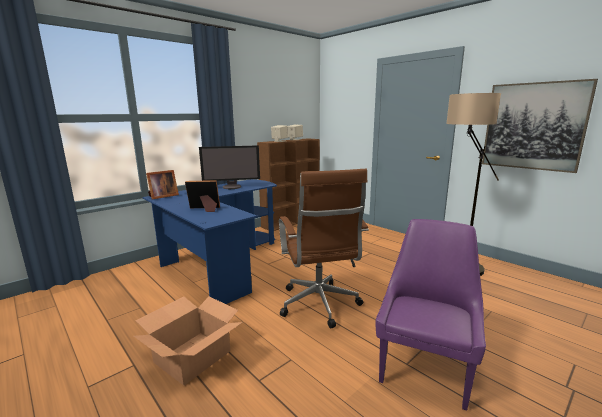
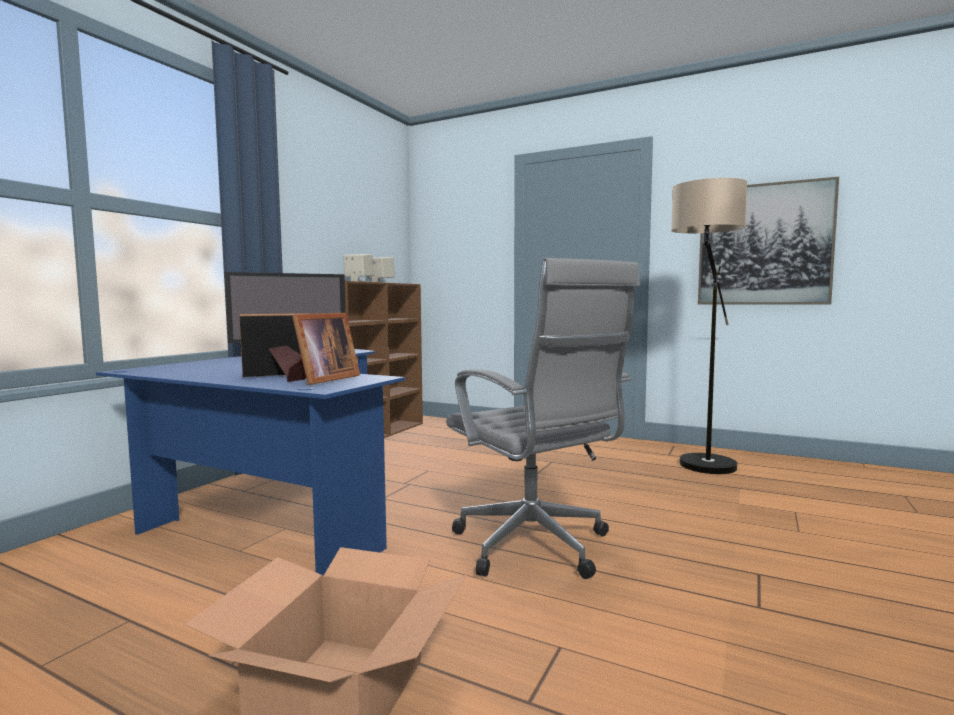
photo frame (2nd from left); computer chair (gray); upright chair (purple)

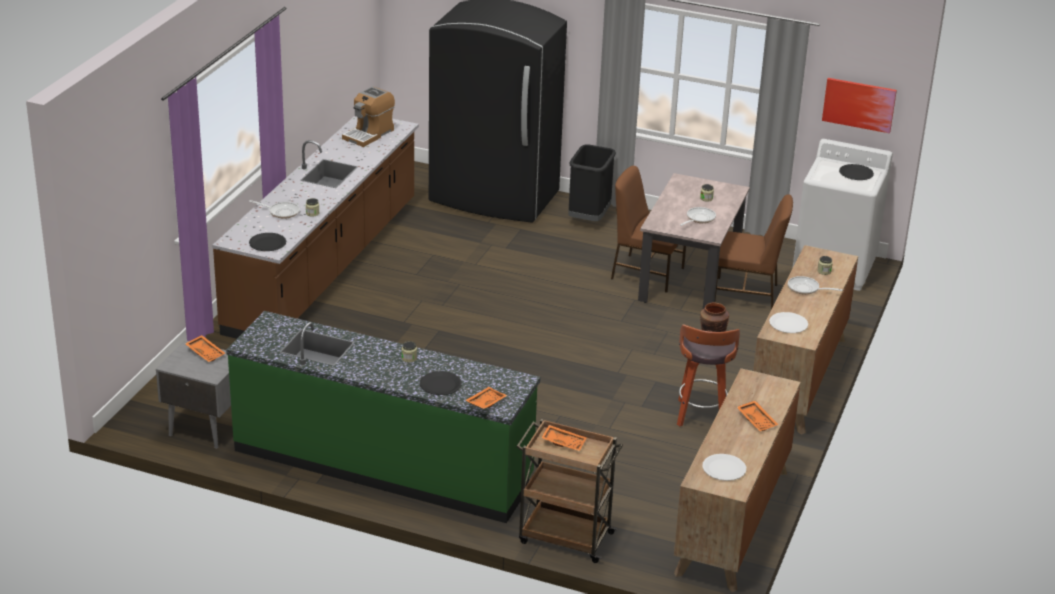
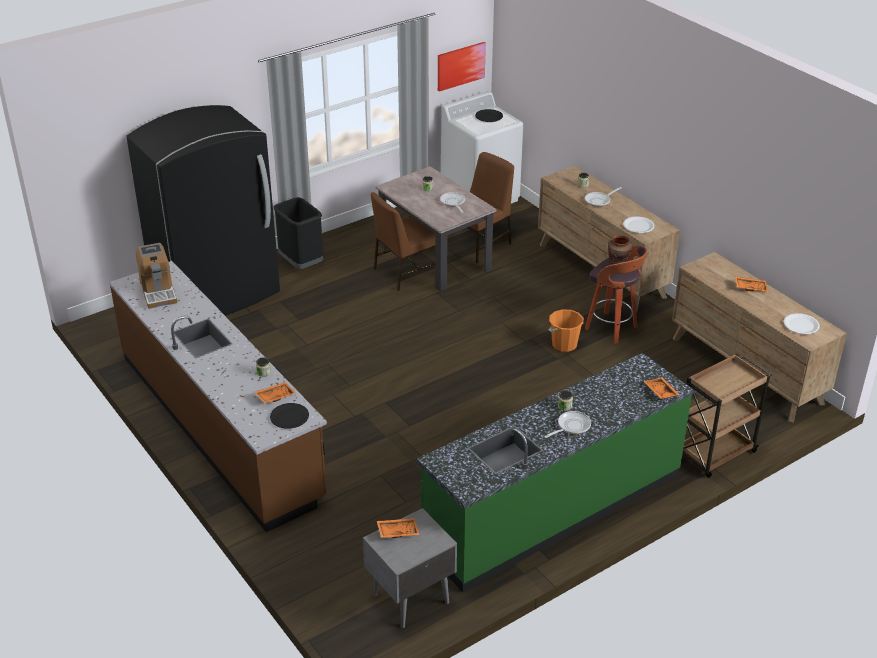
frying pan (2nd from left); flat dish (blackish) (2nd from left in the first image); serving tray (orange-coloured) (1st from left); water bucket (orange-coloured)

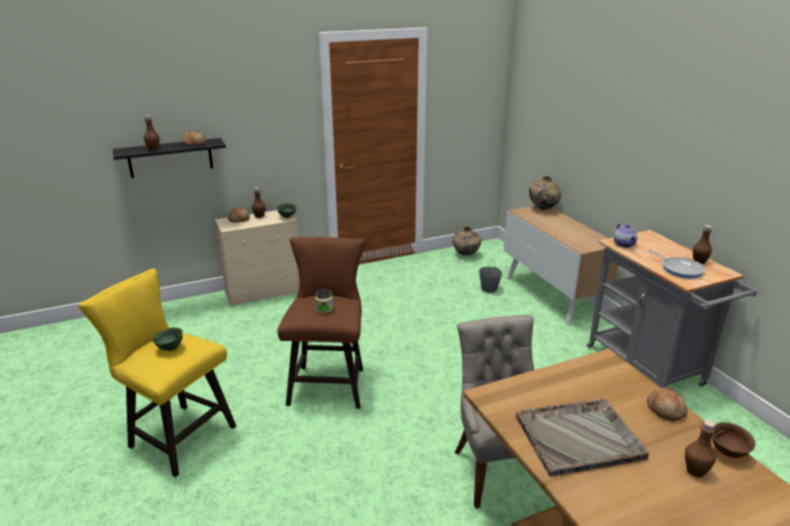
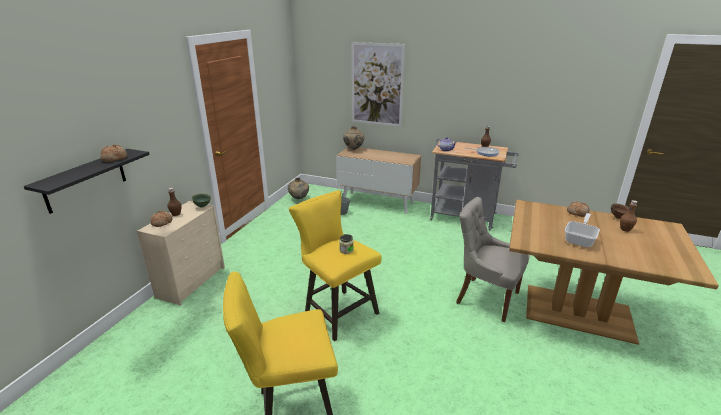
drink bottle (brown) (1st from left in the first image); serving bowl (greenish) (1st from left in the first image); stool seat (yellowish) (2nd from left); frying pan (2nd from left); picture

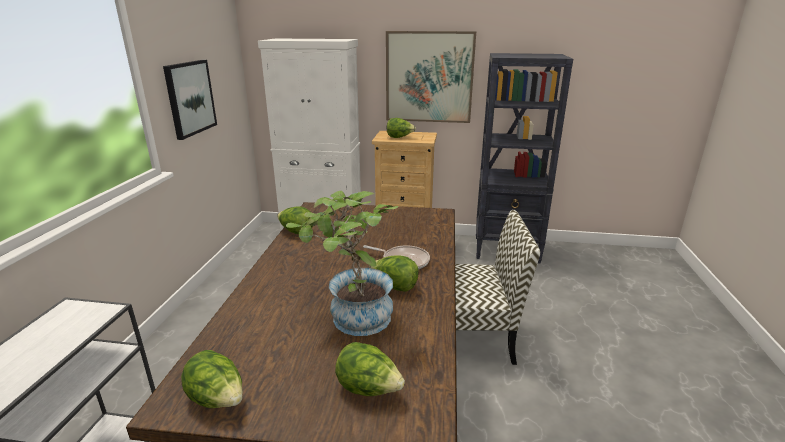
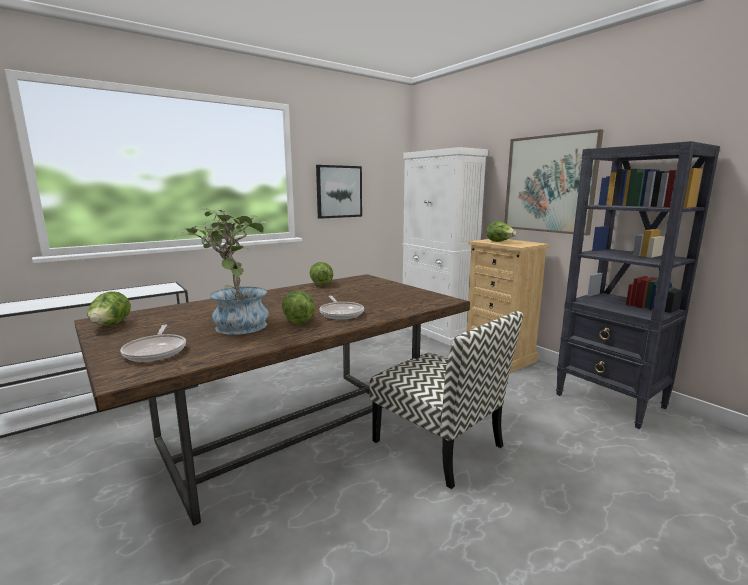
frying pan (1st from left)

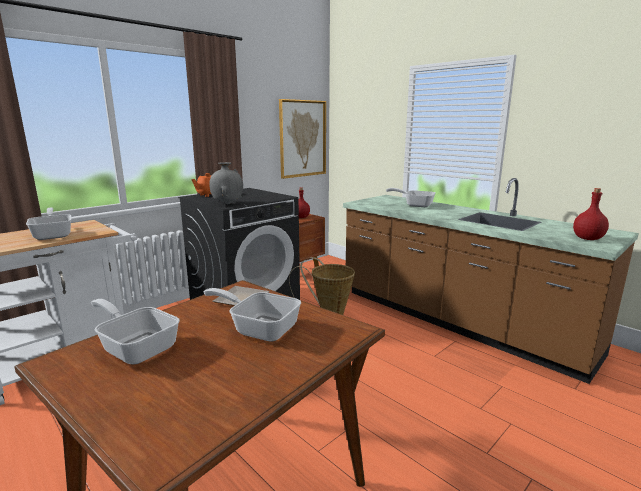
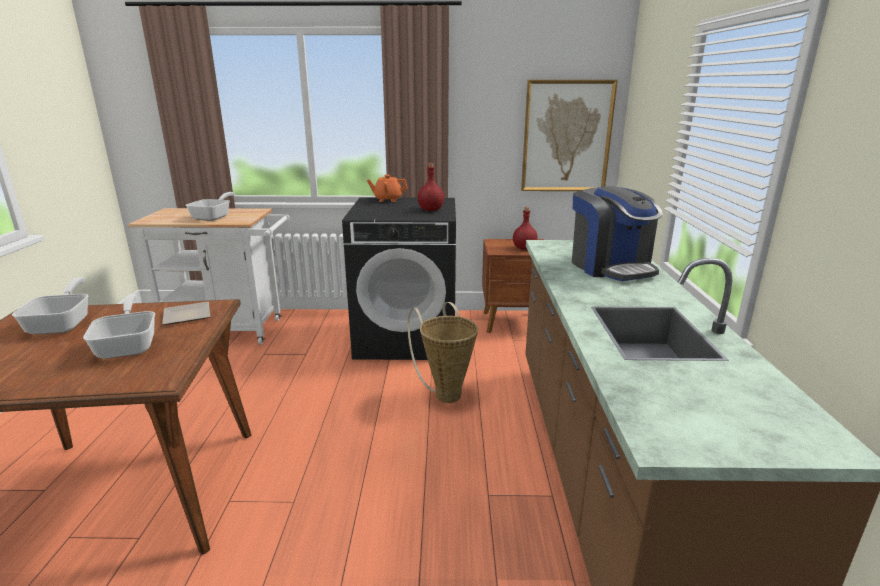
decorative vase (gray); coffee brewer; drink bottle (red) (1st from left)

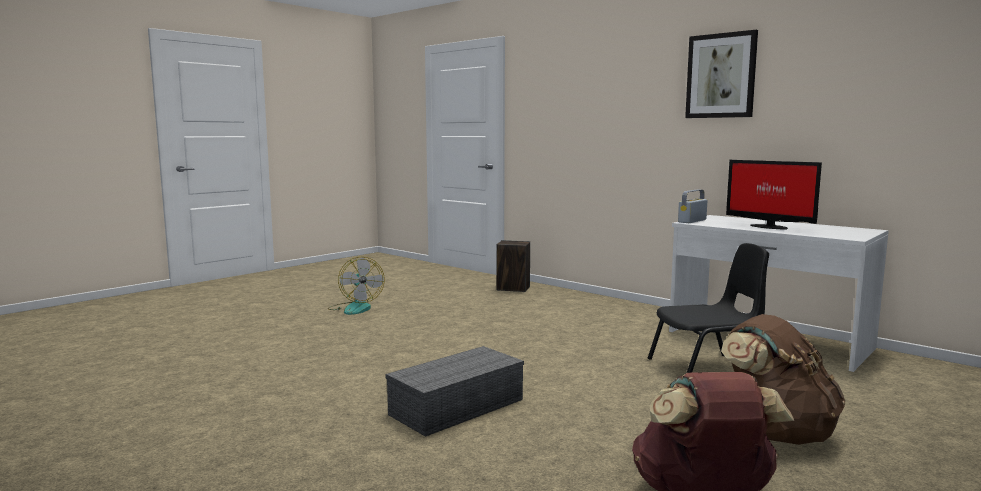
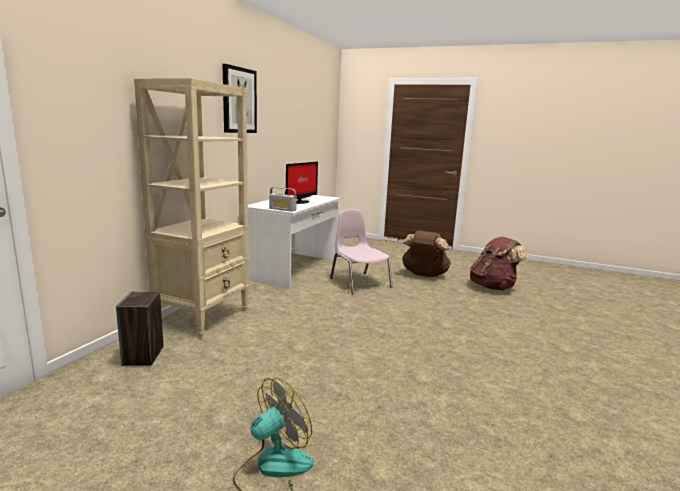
storage container (gray); upright chair (pink-coloured); bookshelf (sand-coloured)

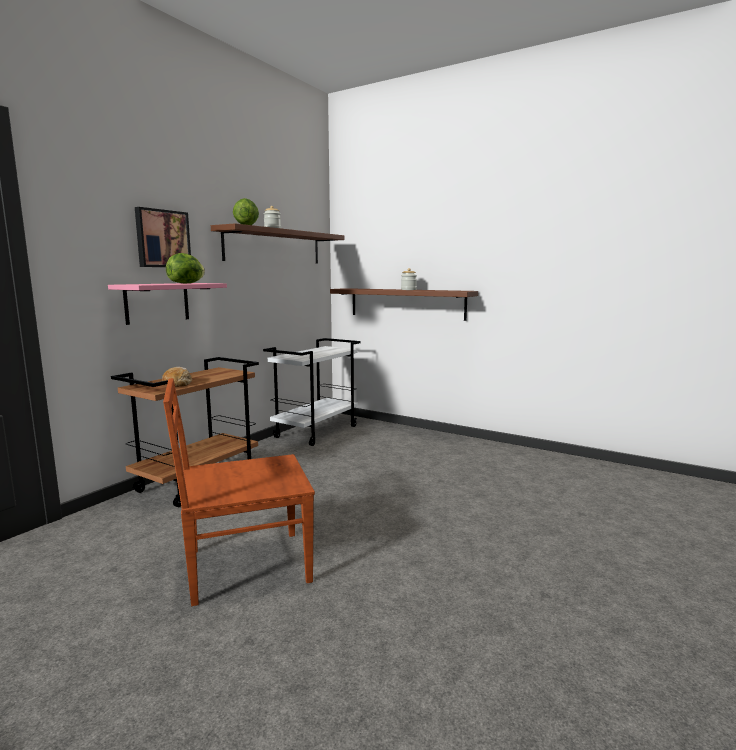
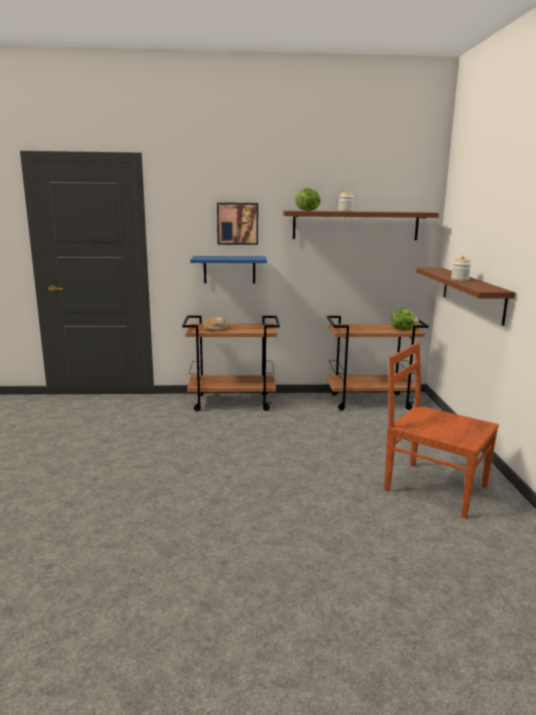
bracket shelf (bluish); upright chair (brown); lettuce (2nd from left); wheeled cart (brown) (2nd from left)

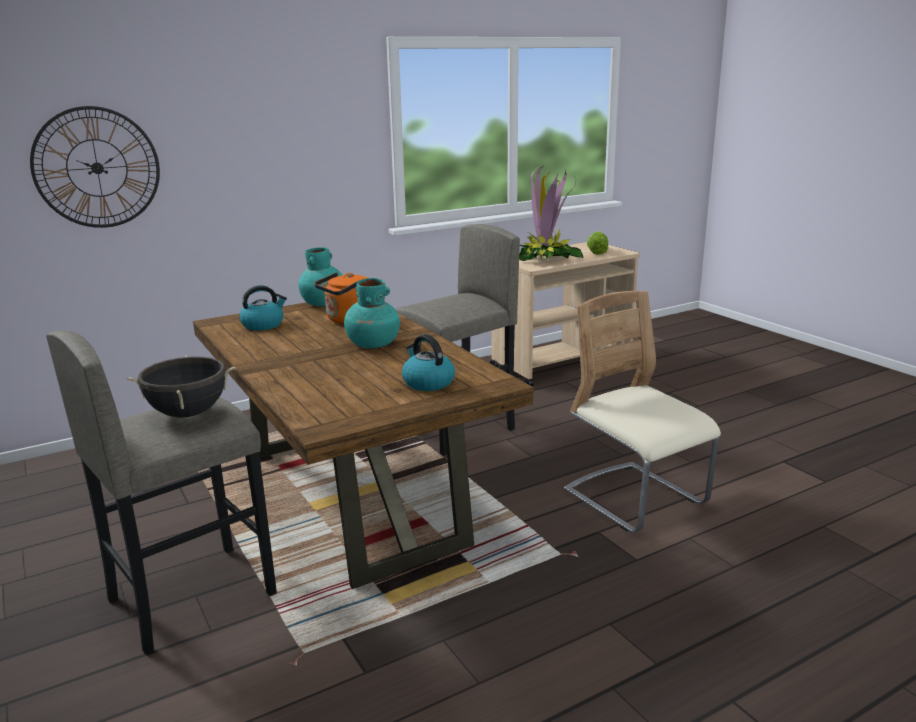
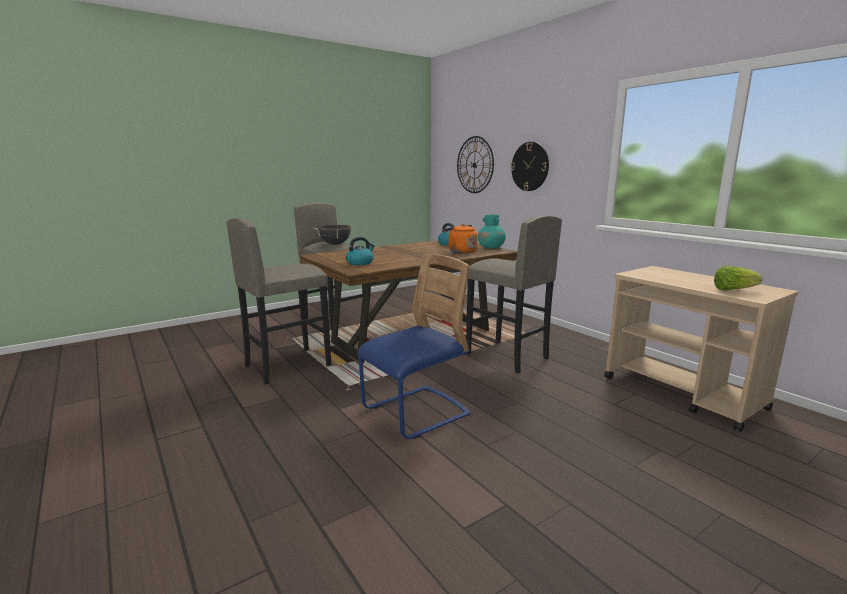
decorative vase (turquoise) (2nd from left in the first image); plant in a pot; upright chair (bluish); stool seat (gray) (1st from left); wall clock (2nd from left)

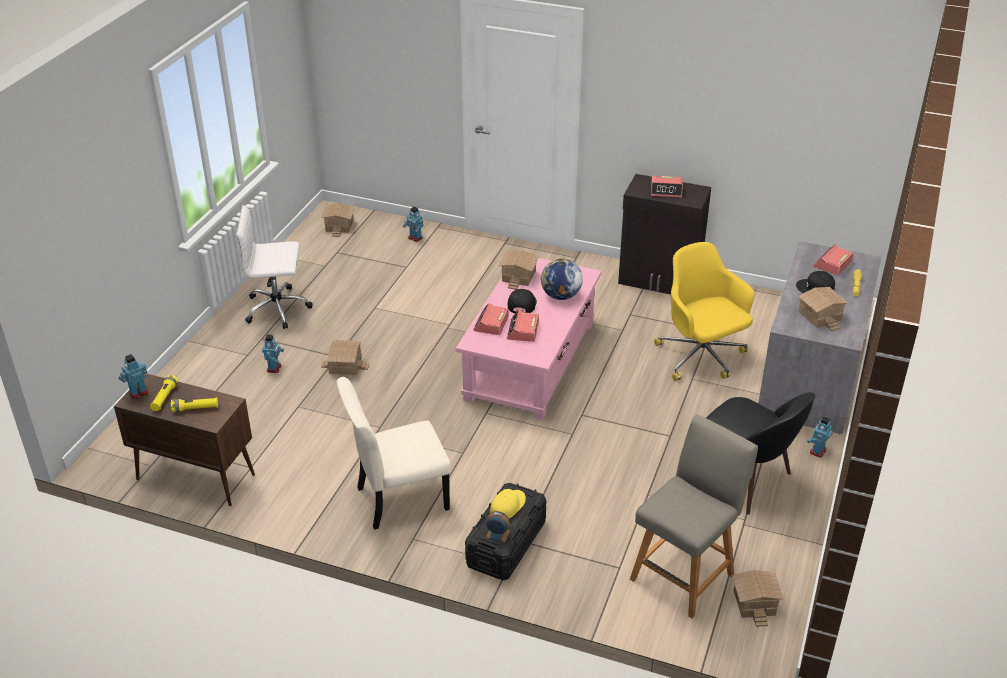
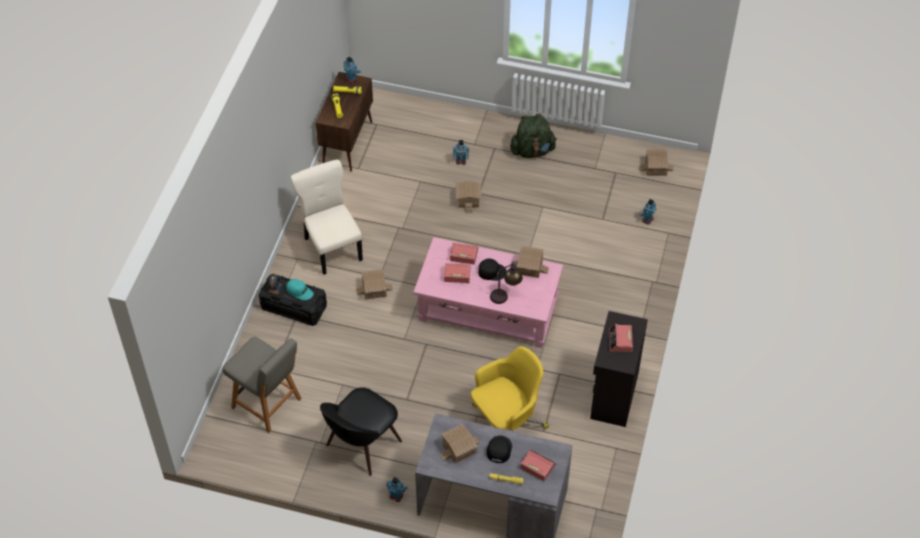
backpack (greenish); peaked cap (turquoise); tabletop lamp; toy house (1st from left)

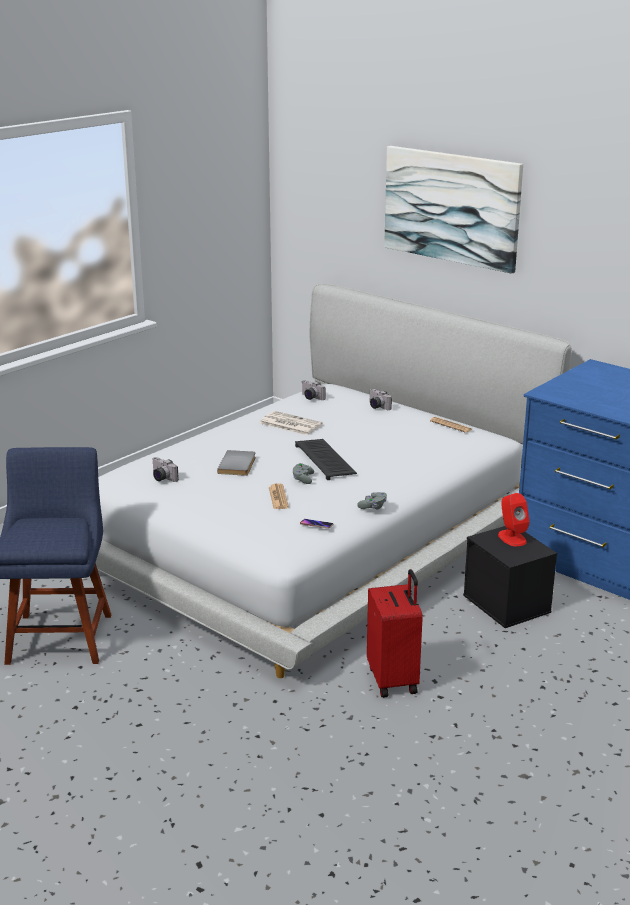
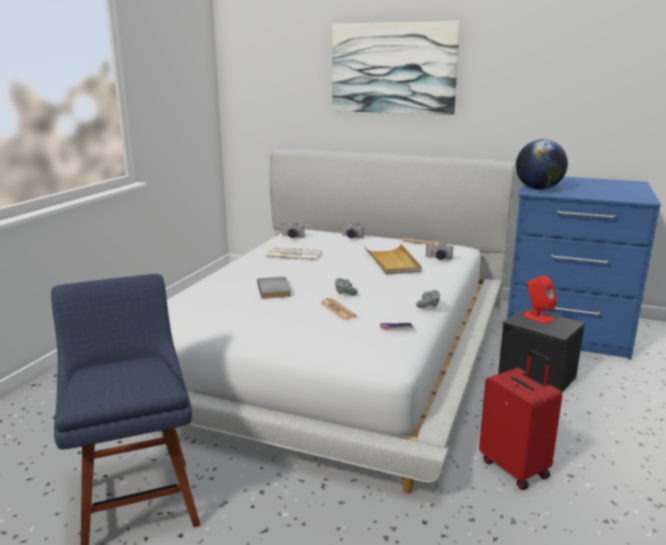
photo camera (3rd from left); computer keyboard; serving tray (sand-coloured); globe

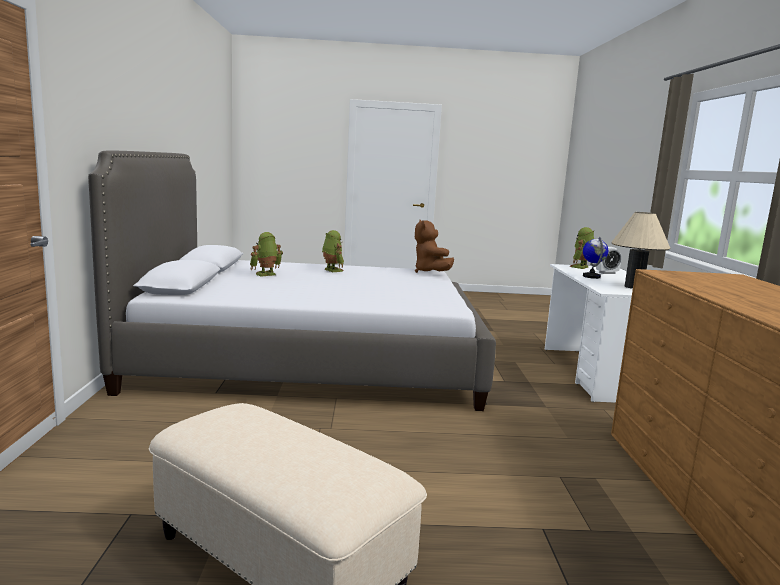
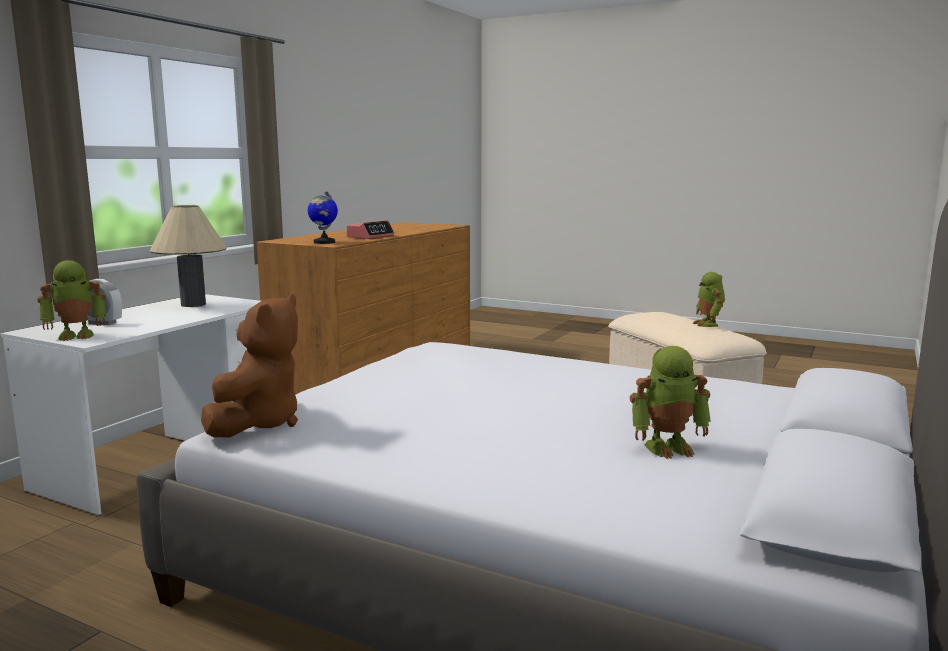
model robot (3rd from left); globe; alarm clock (2nd from left)

